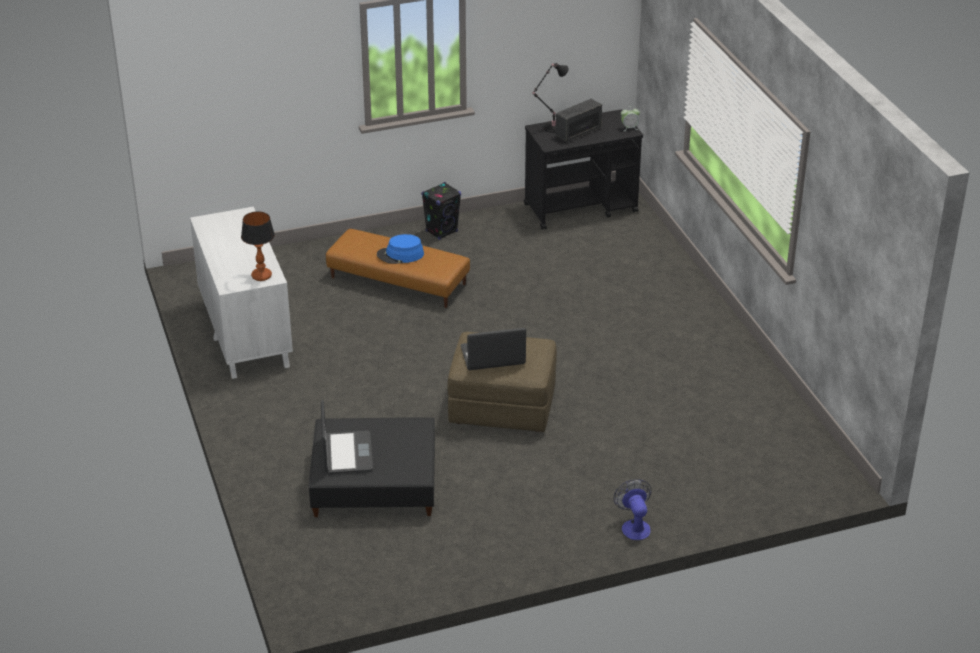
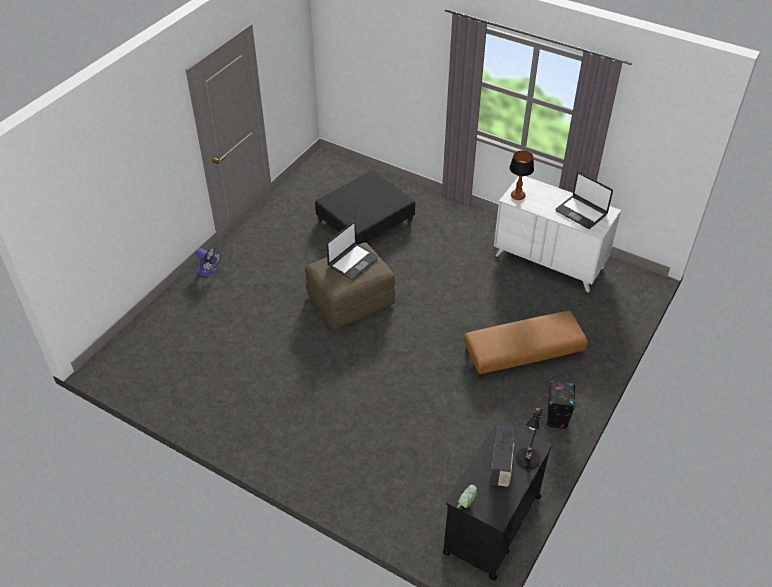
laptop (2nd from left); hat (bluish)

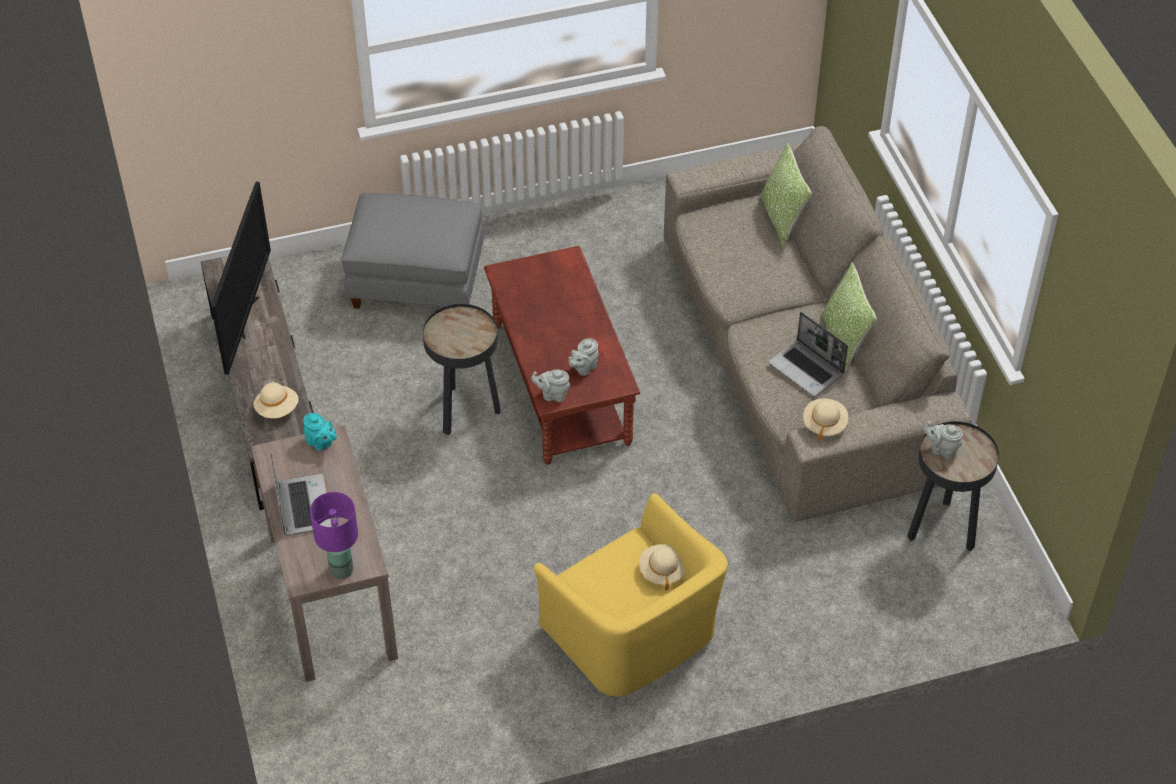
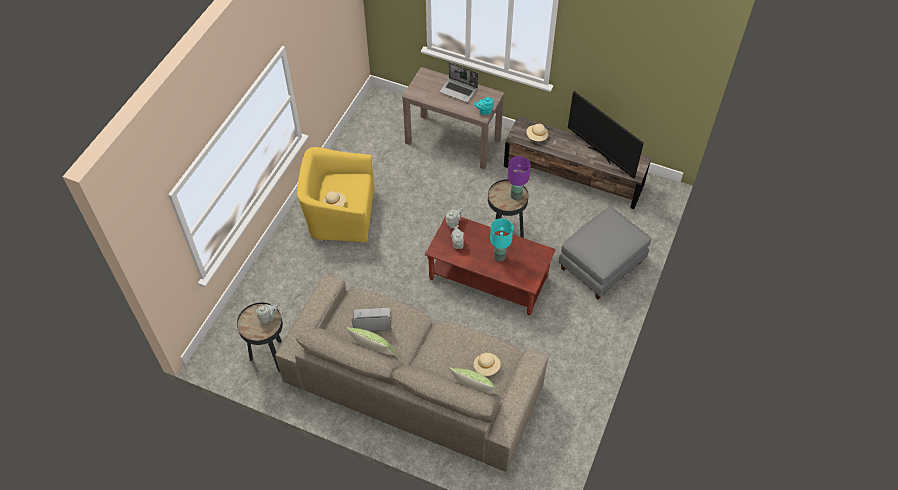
tabletop lamp (purple); hat (sand-coloured) (2nd from left); tabletop lamp (turquoise)

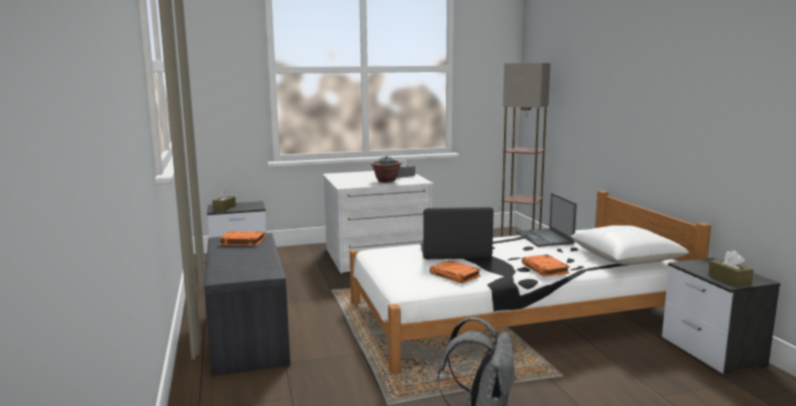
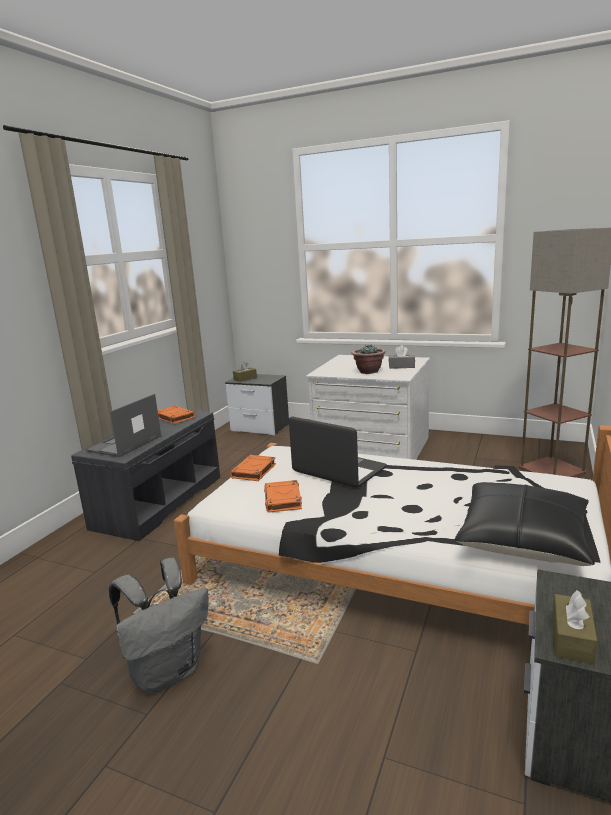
laptop (1st from left); bound book (orange-coloured) (2nd from left); cushion (blackish)

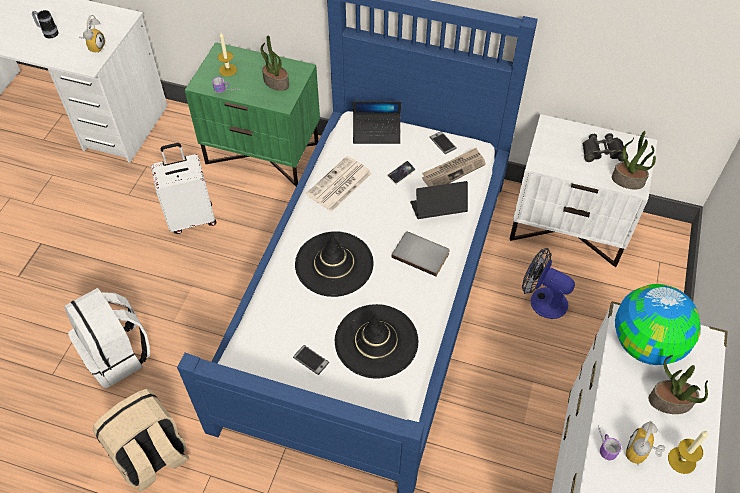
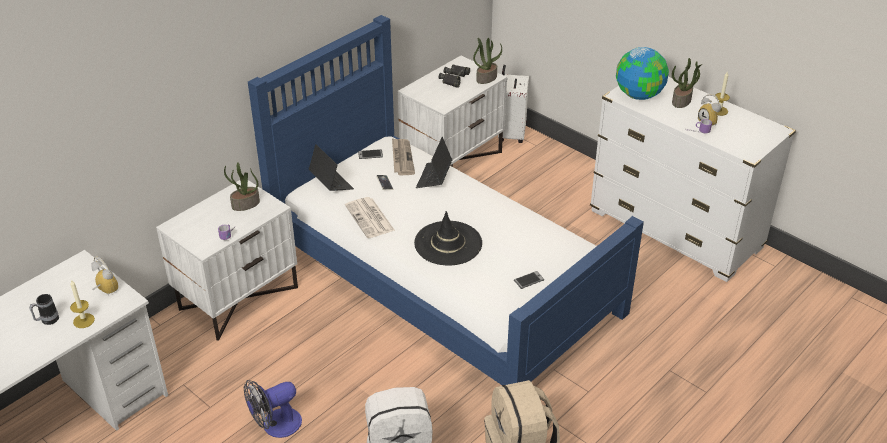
piece of luggage (whitish); night table (whitish) (1st from left); candle (1st from left); hat (blackish) (2nd from left in the first image); laptop (1st from left); bound book (gray); cooling fan

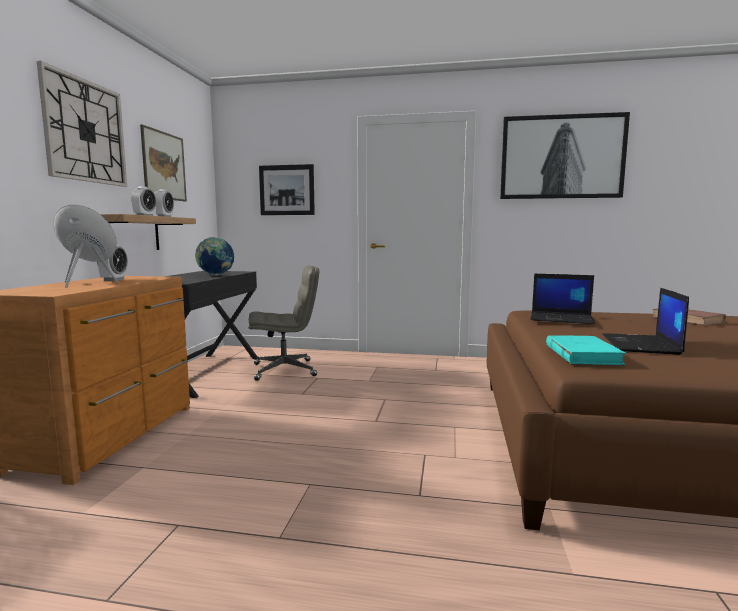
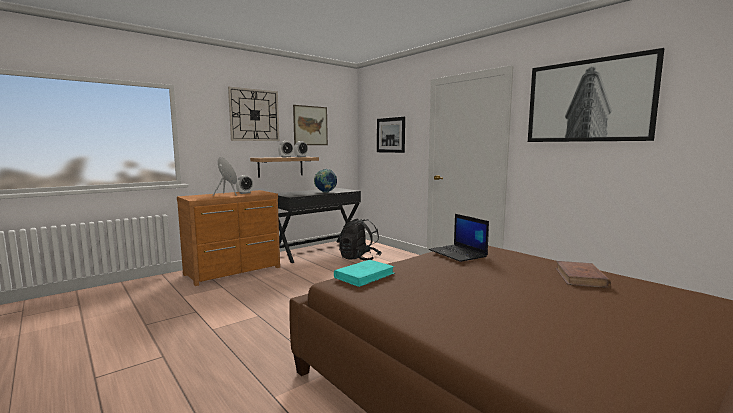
backpack (blackish); laptop (2nd from left in the first image)

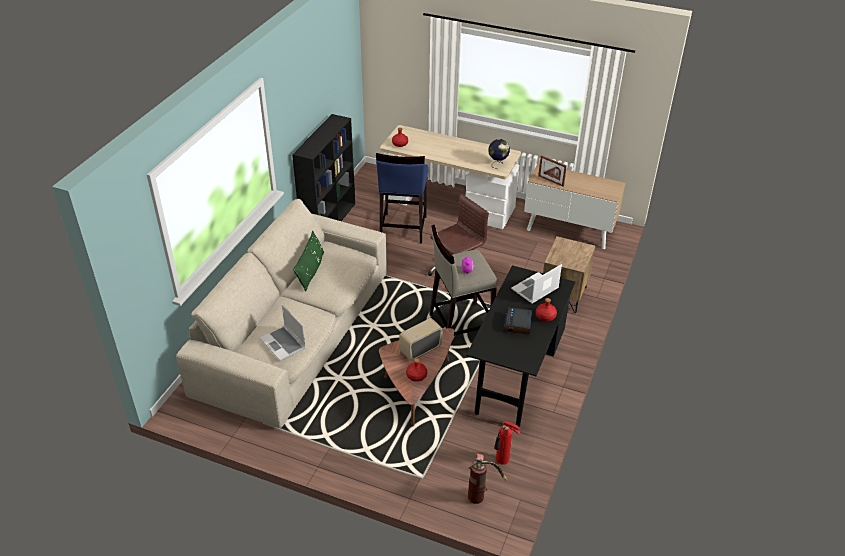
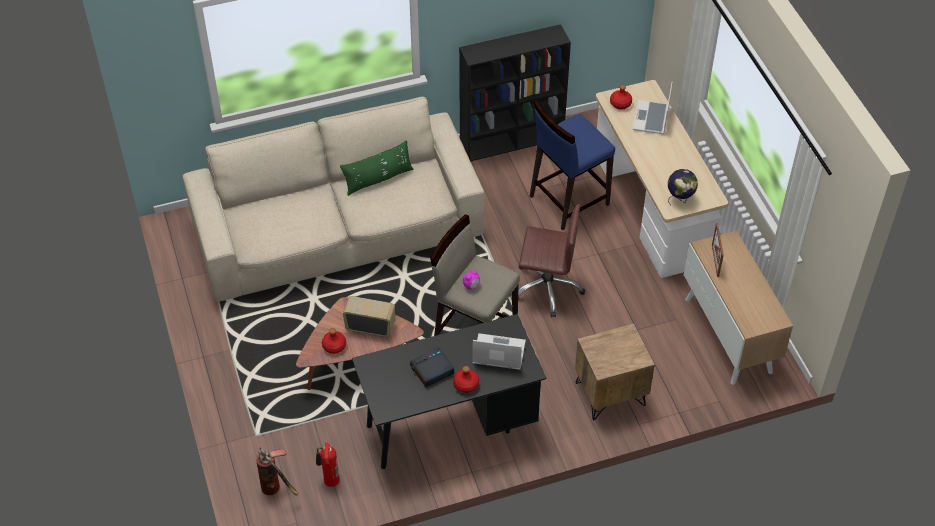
laptop (2nd from left)

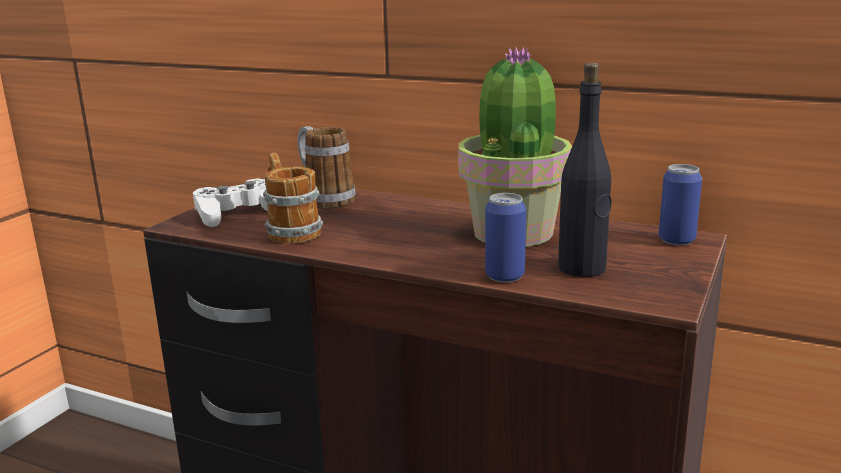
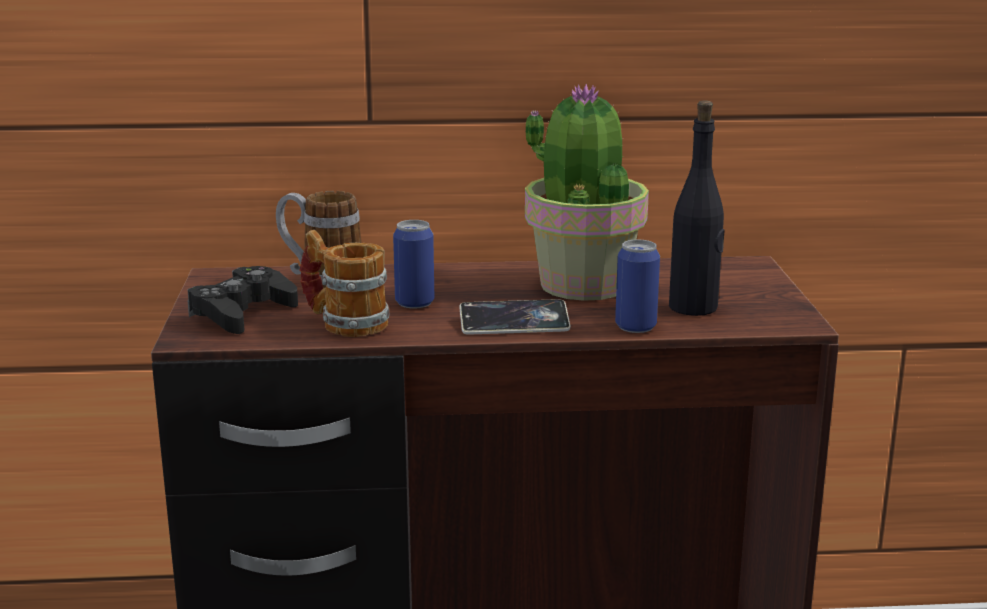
game controller (blackish); sealed can (1st from left); handset

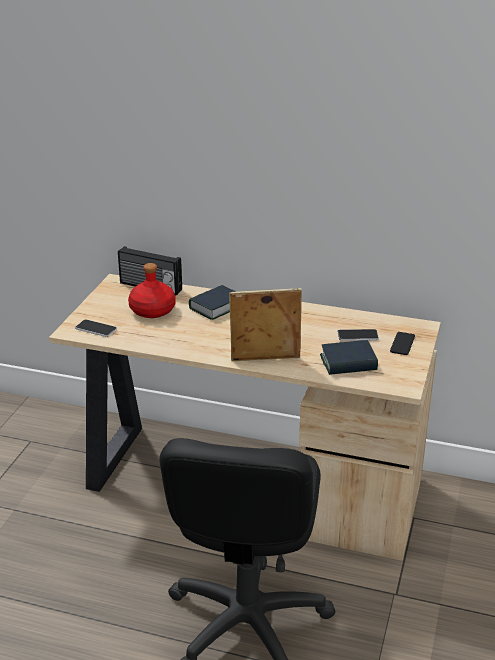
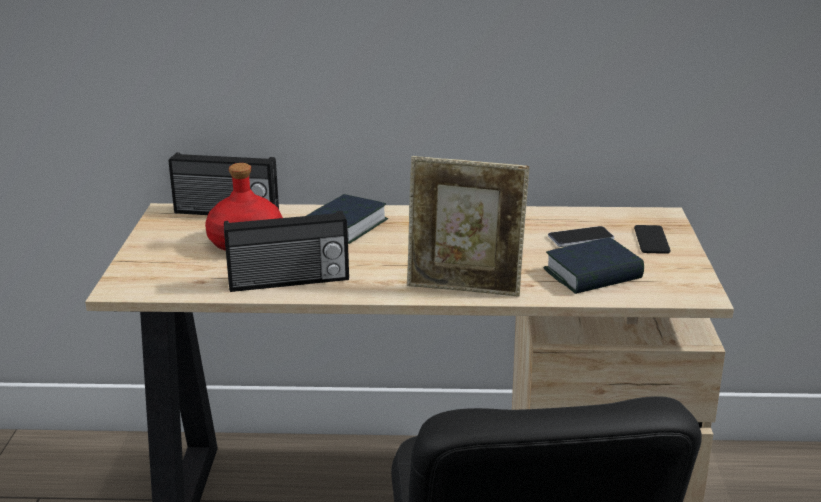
handset (1st from left in the first image); photo frame; radio receiver (2nd from left)

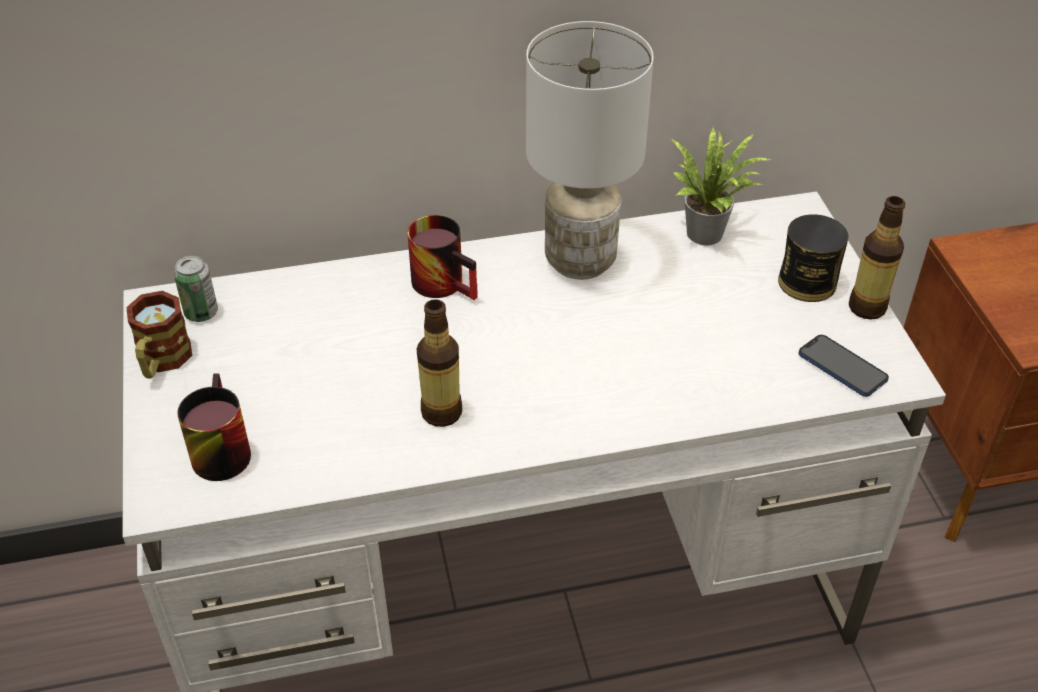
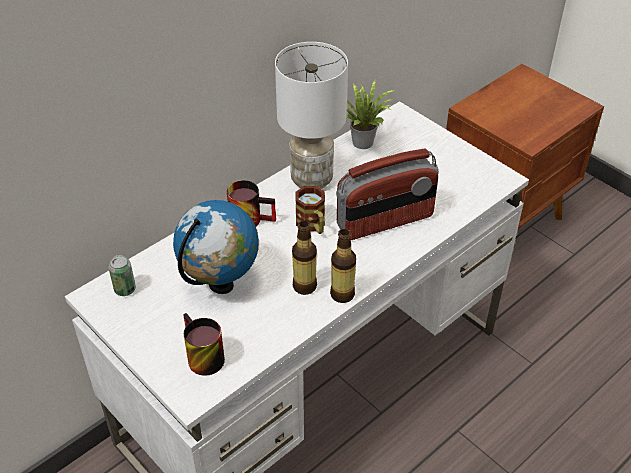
mug (3rd from left); sealed can (2nd from left in the first image); handset; drink bottle (2nd from left); globe; radio receiver

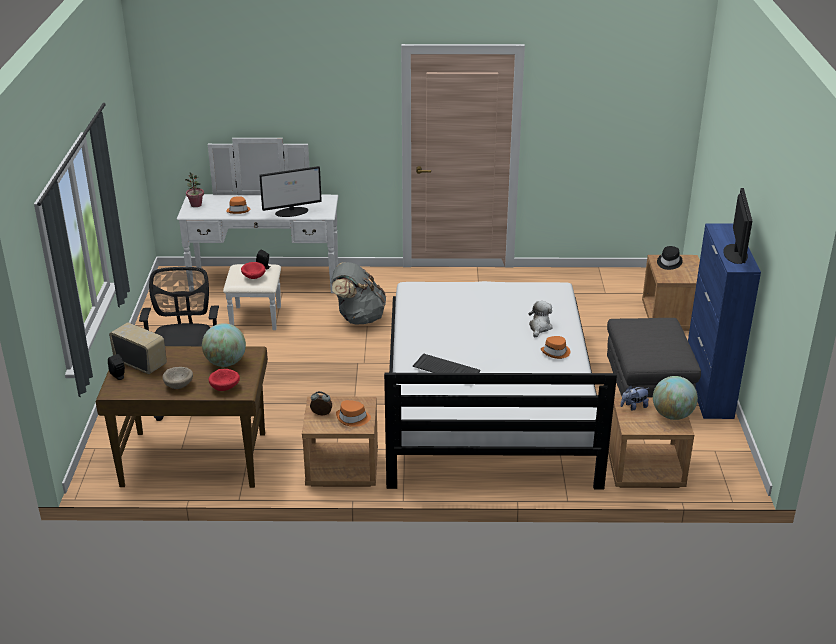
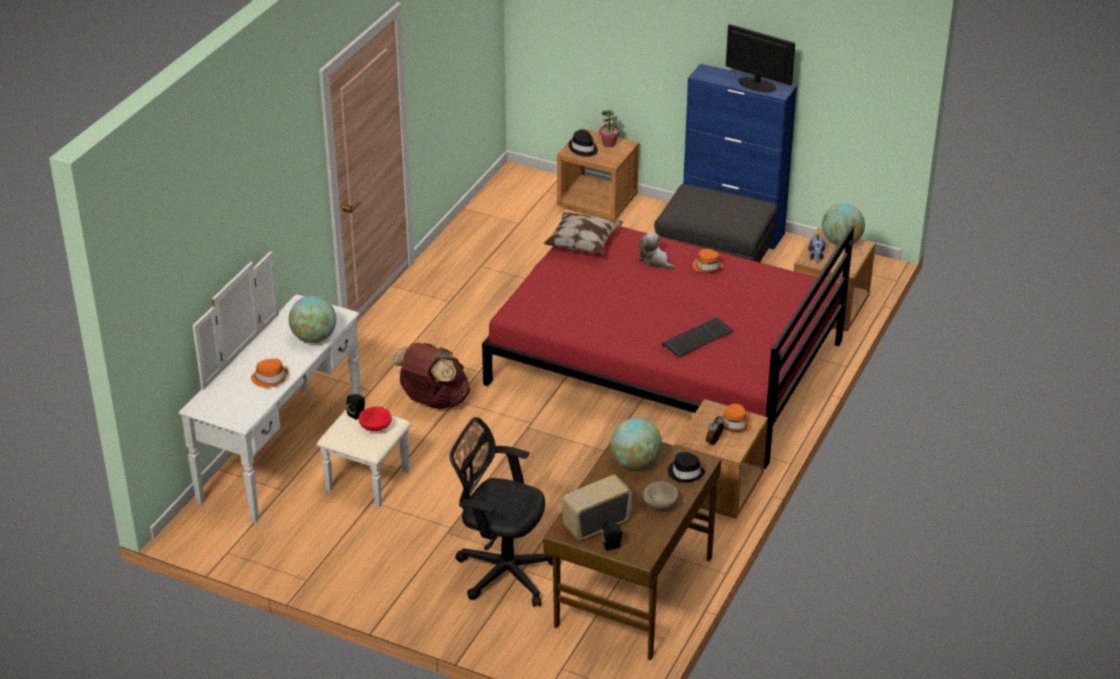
plant in a pot; hat (blackish) (2nd from left); globe (1st from left); backpack (brown); sleeping bed (red); cushion

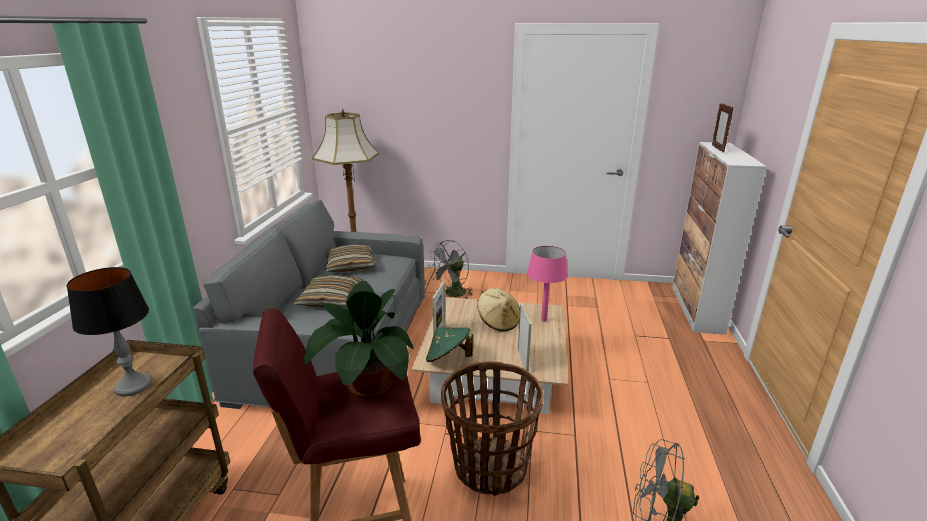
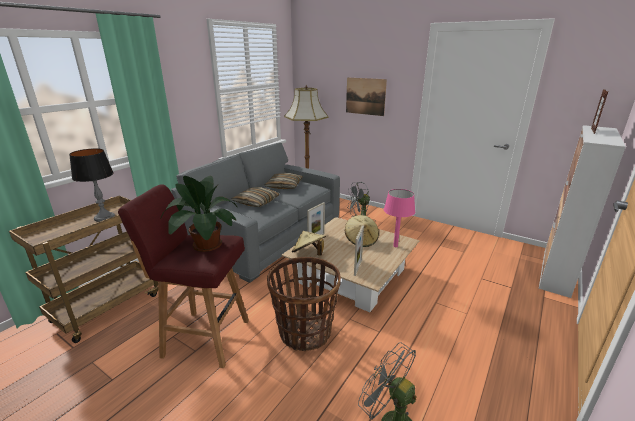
hat (sand-coloured) (1st from left); picture

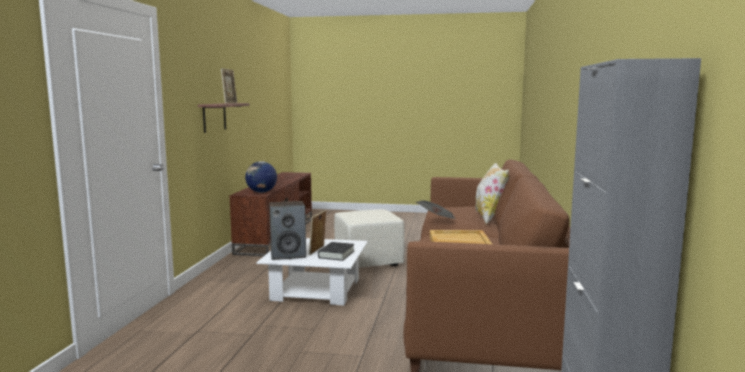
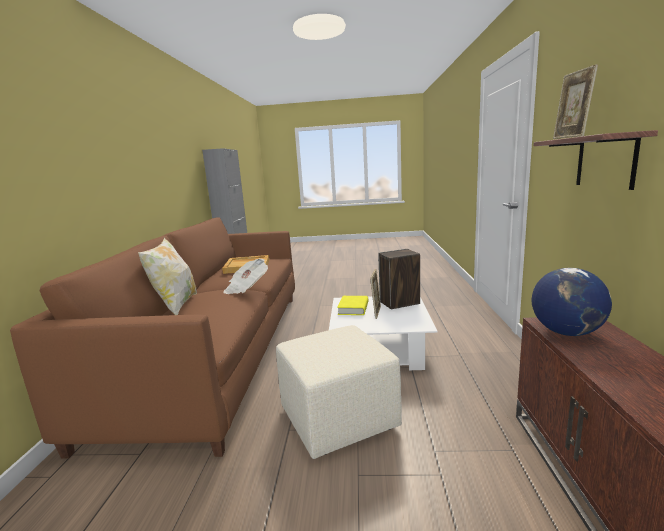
bound book (yellowish)

